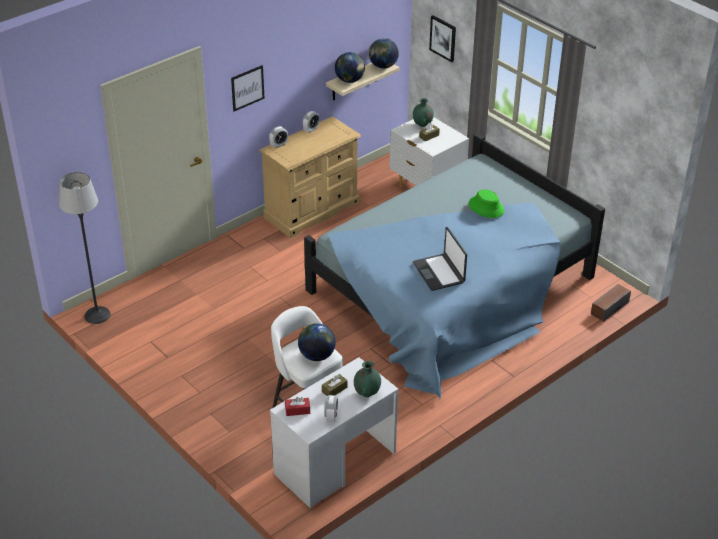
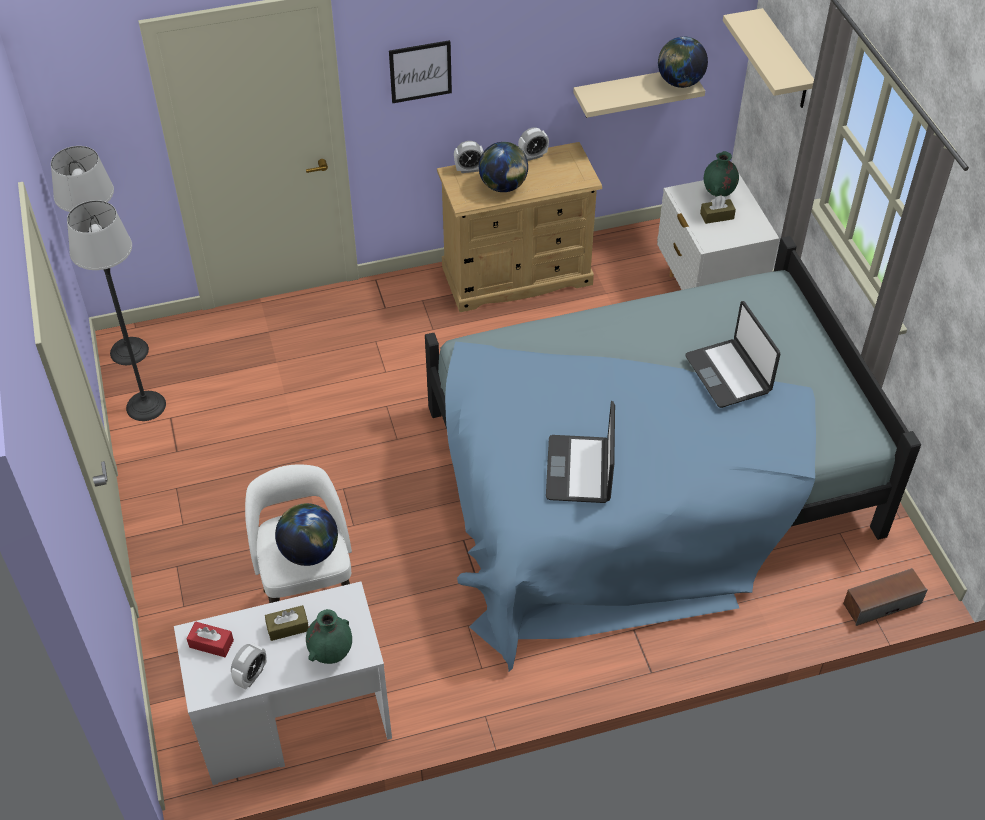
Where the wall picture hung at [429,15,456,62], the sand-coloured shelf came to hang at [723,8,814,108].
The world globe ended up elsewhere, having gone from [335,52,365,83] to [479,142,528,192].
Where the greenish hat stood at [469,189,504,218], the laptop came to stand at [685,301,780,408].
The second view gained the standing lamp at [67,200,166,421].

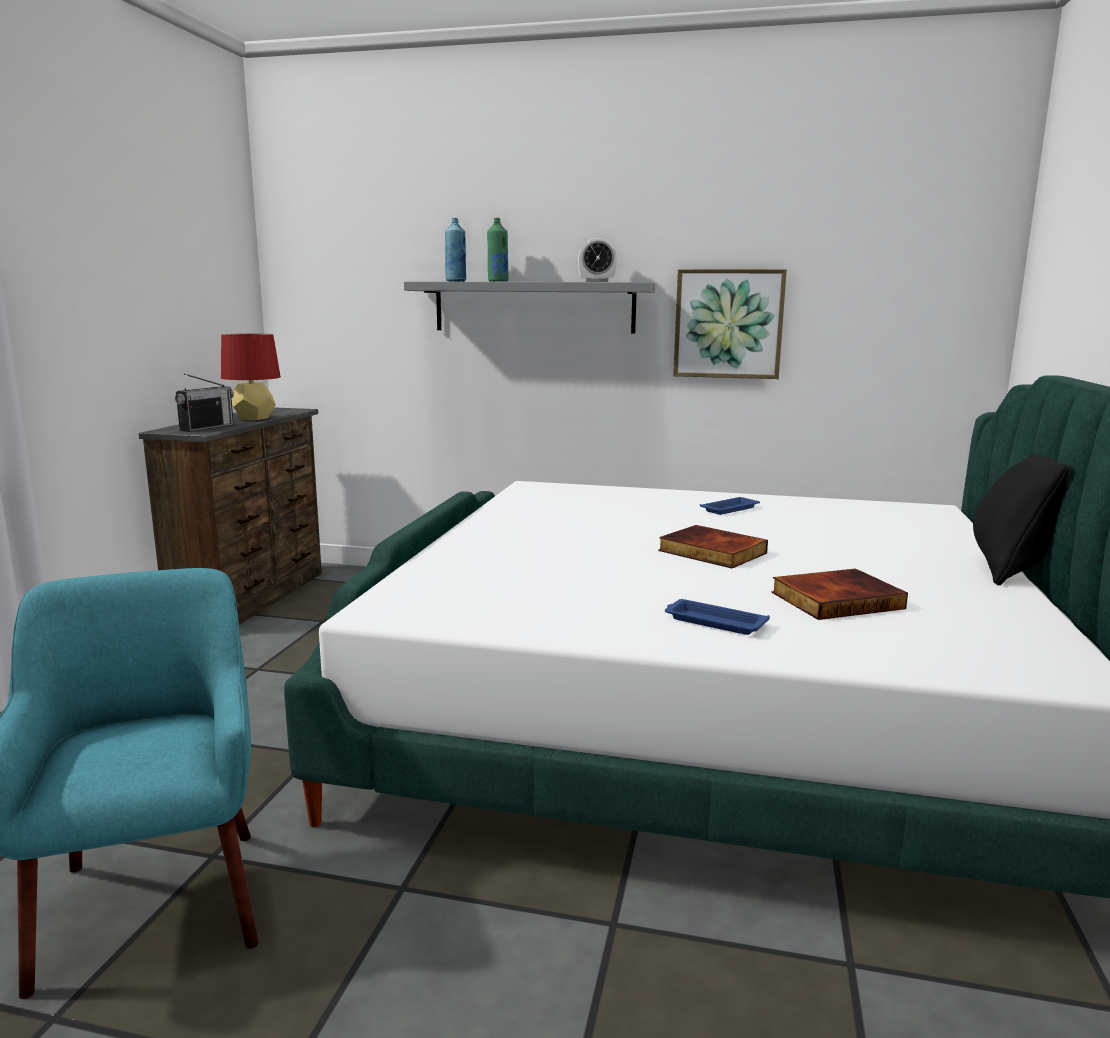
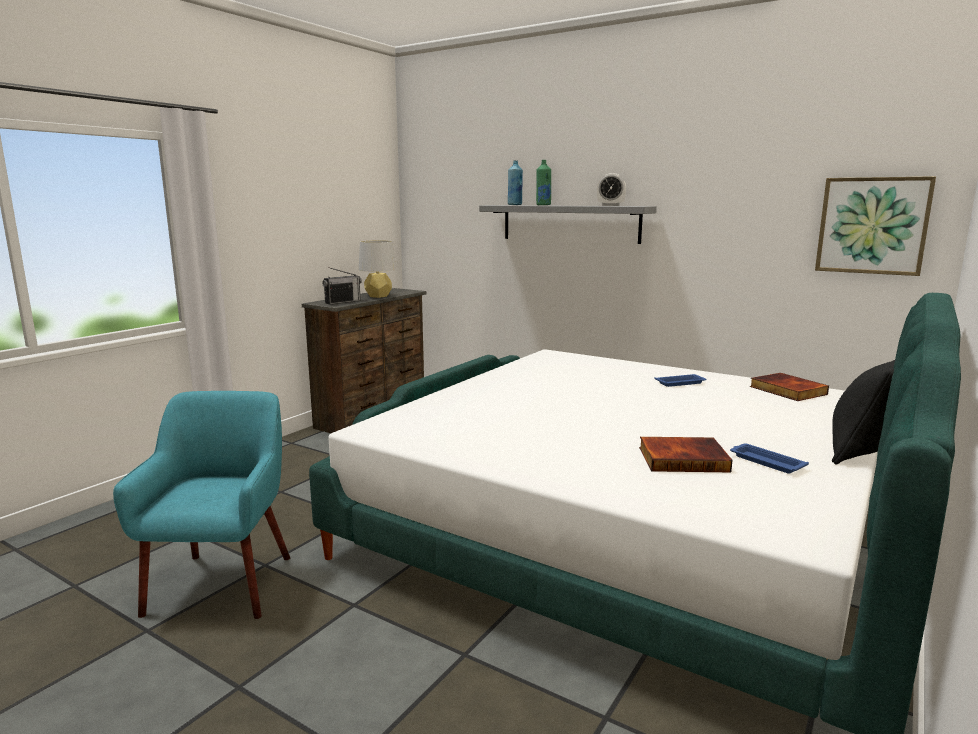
The wall picture ended up elsewhere, having gone from [673,269,787,379] to [815,176,936,276].
What was the reddish table lamp at [221,334,281,420] turned into the gray table lamp at [359,241,396,298].
The bound book ended up elsewhere, having gone from [658,525,768,568] to [750,373,829,401].
The blue tray ended up elsewhere, having gone from [665,599,770,635] to [730,443,809,473].

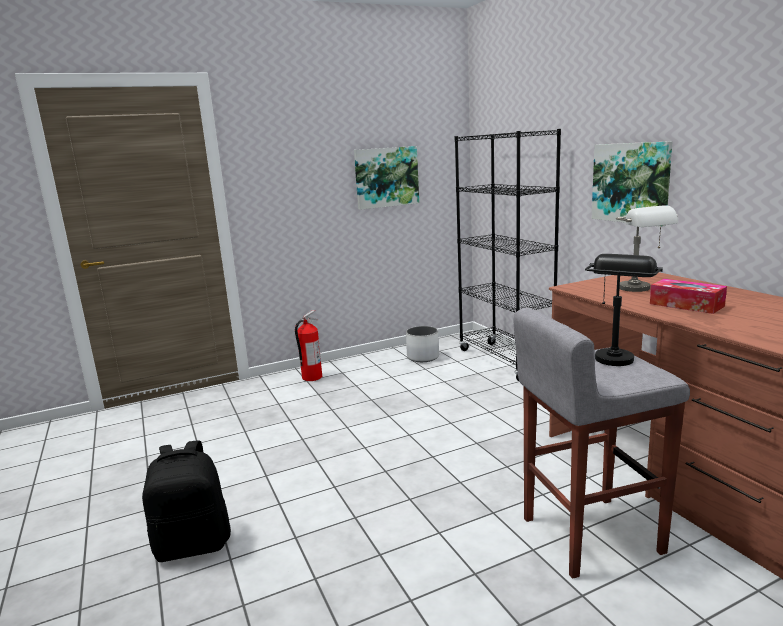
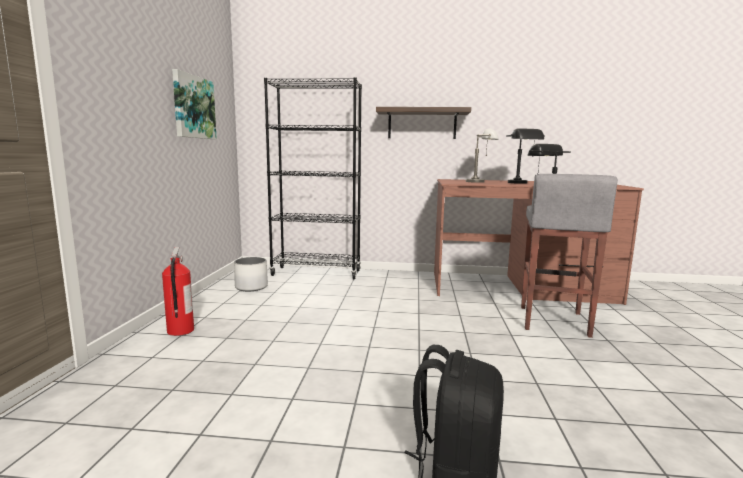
Where the wall picture hung at [592,141,673,227], the shelf came to hang at [376,107,471,139].
Where the tissue box stood at [650,279,727,314], the black-coloured table lamp came to stand at [506,128,545,184].

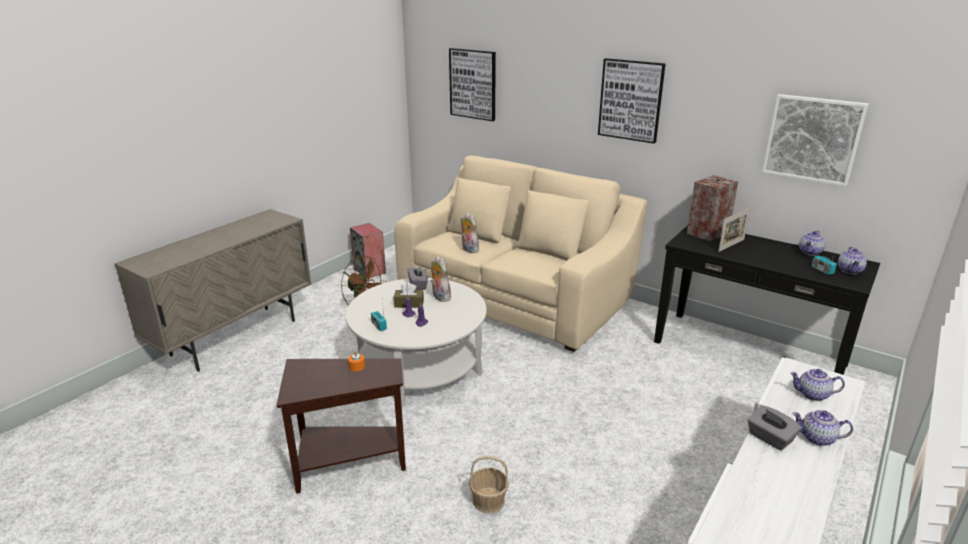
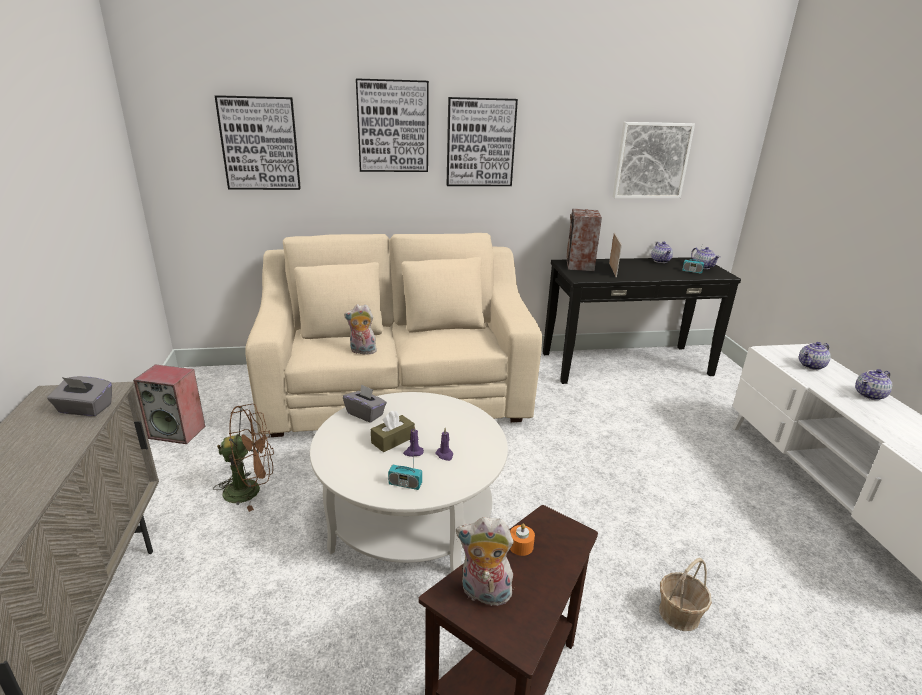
The cuddly toy ended up elsewhere, having gone from [431,256,451,302] to [456,517,514,606].
The gray tissue box ended up elsewhere, having gone from [747,405,801,450] to [47,376,112,416].
The second view gained the wall picture at [356,78,429,172].

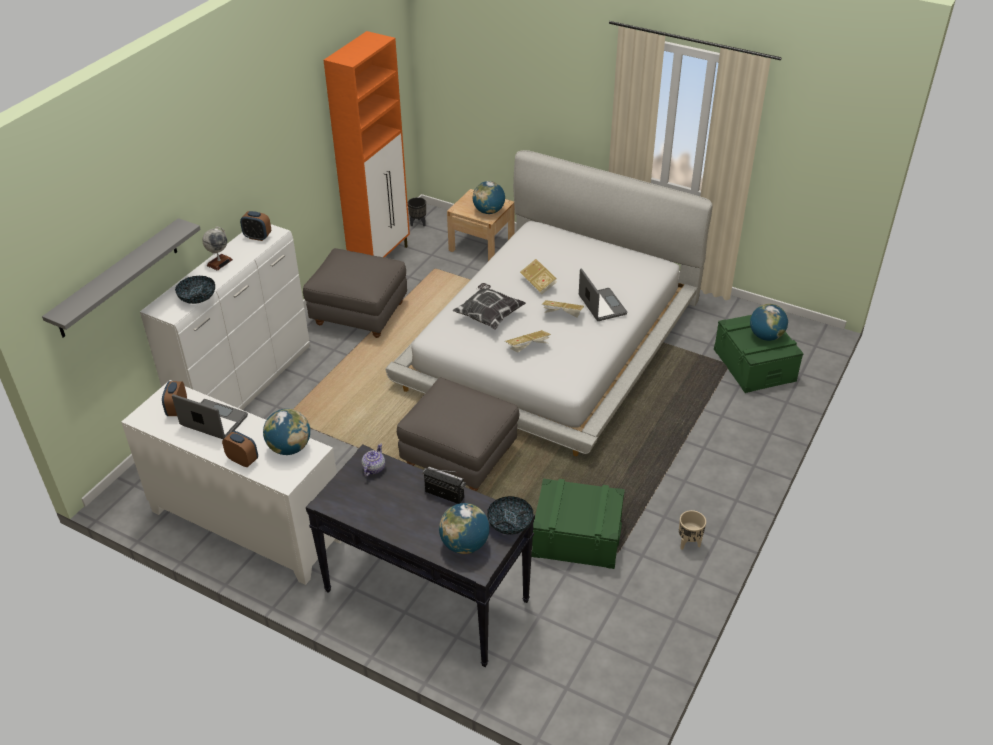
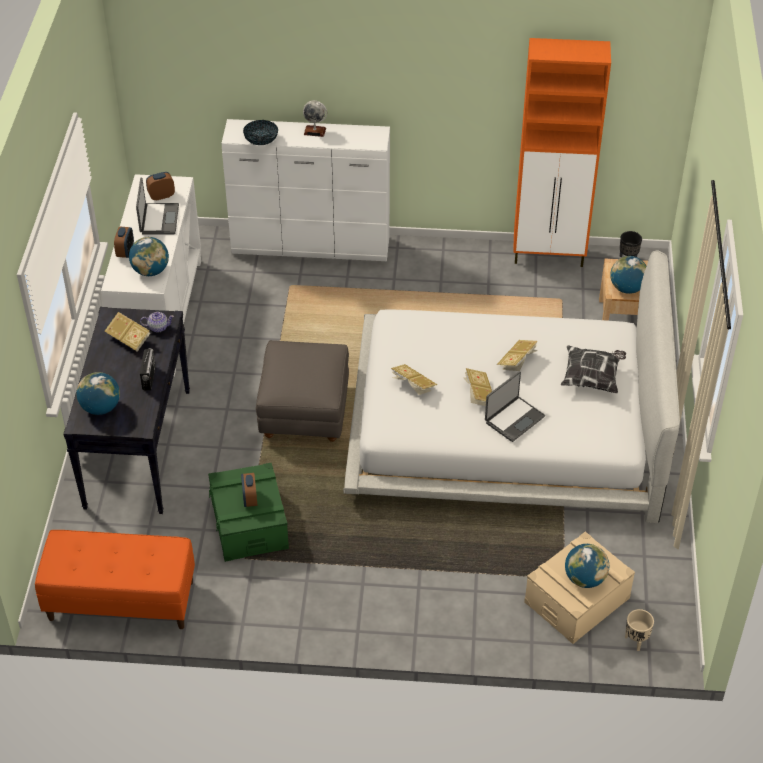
The table clock ended up elsewhere, having gone from [240,211,271,241] to [241,473,258,507].
The second view lost the gray shelf at [42,218,201,338].
The second view lost the gray ottoman at [303,248,407,338].
The cushion ended up elsewhere, having gone from [453,283,526,330] to [561,346,626,394].
What was the greenish storage container at [714,315,804,393] turned into the sand-coloured storage container at [524,532,635,644].
The second view lost the bowl at [487,496,533,535].
The sand-coloured flower pot ended up elsewhere, having gone from [679,510,706,550] to [625,609,654,651].
The second view gained the bound book at [105,312,150,352].
The second view gained the orange indoor bench at [35,530,195,629].

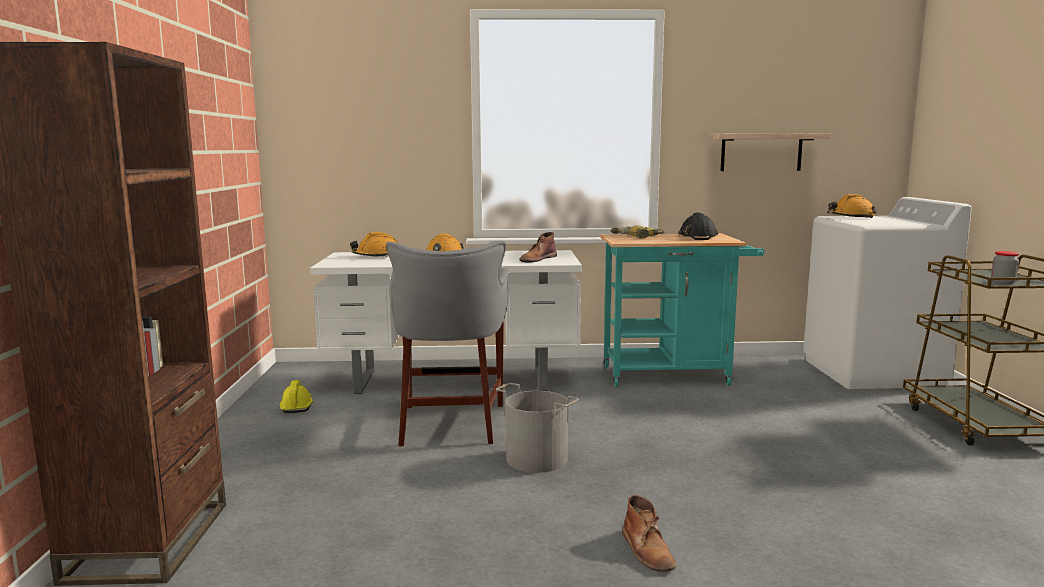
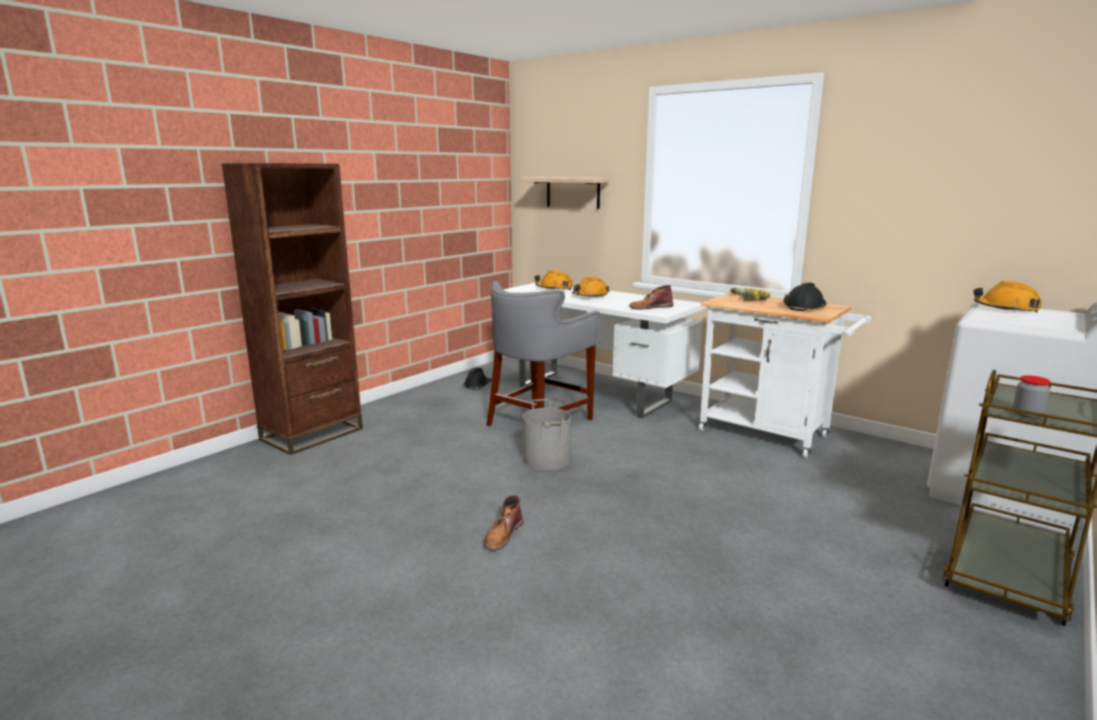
The shelf ended up elsewhere, having gone from [709,133,832,171] to [522,177,610,209].
What was the turquoise cart at [600,233,764,387] turned into the white-coloured cart at [699,292,871,457].
What was the yellow-coloured safety helmet at [280,380,313,413] turned into the black-coloured safety helmet at [463,367,492,390].

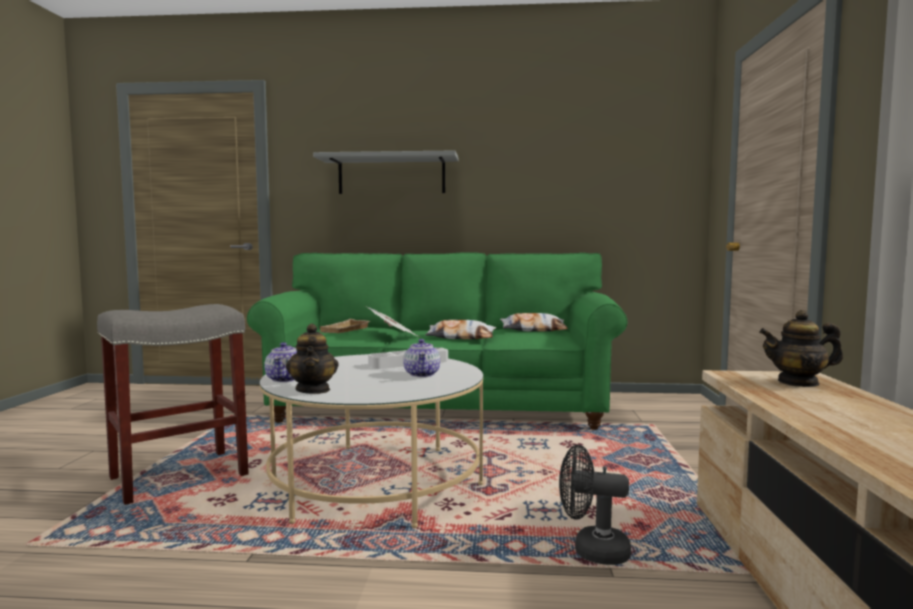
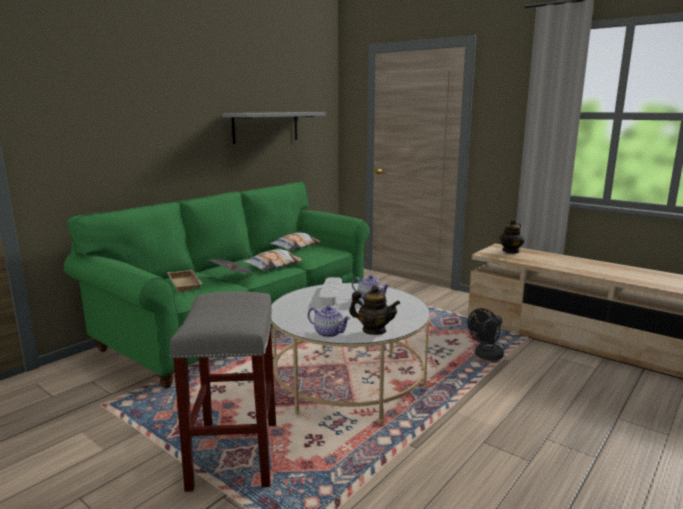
The gray shelf ended up elsewhere, having gone from [313,150,458,194] to [222,112,326,144].

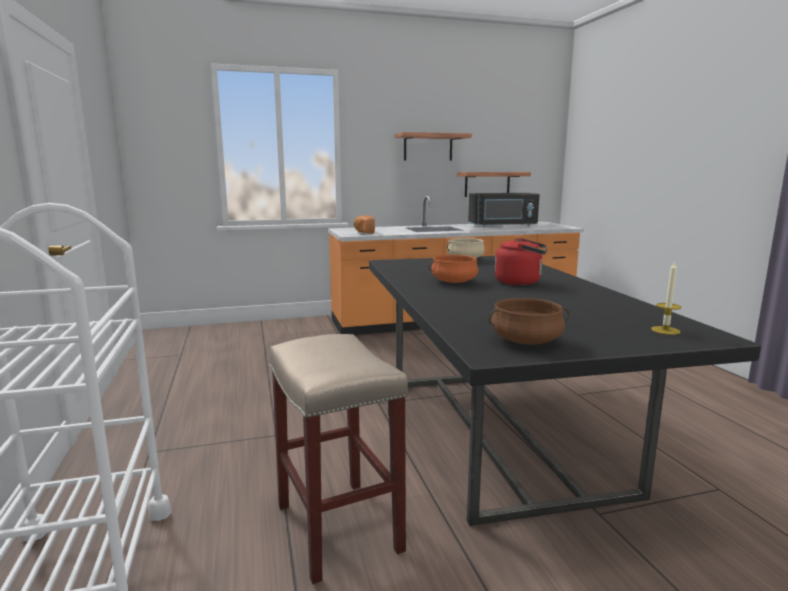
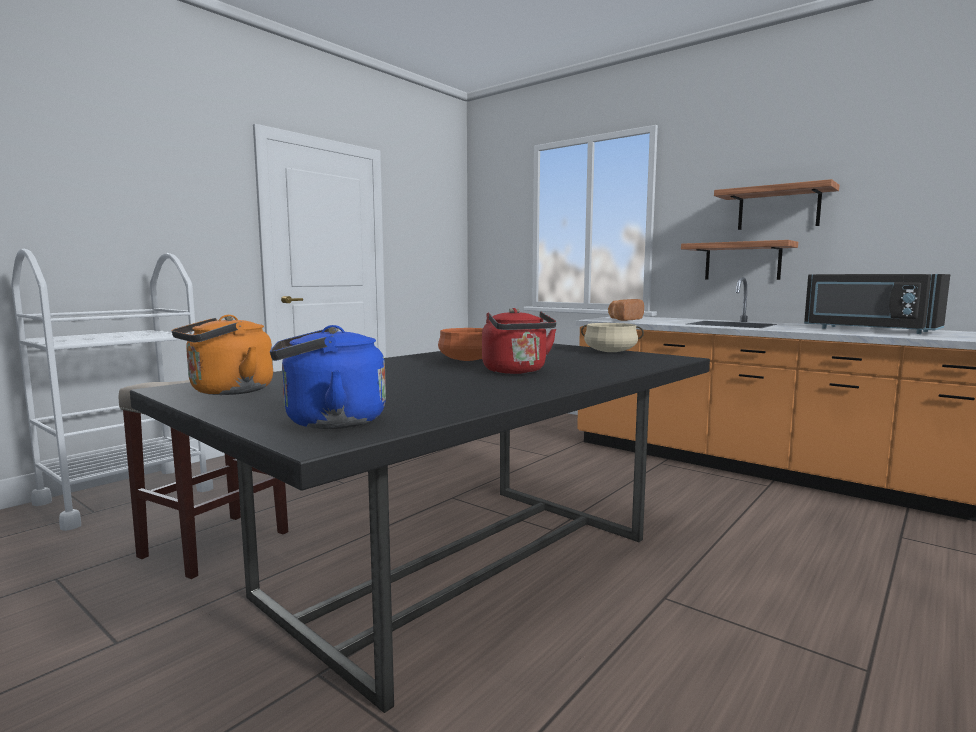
The shelf ended up elsewhere, having gone from [457,172,531,197] to [681,240,798,280].
Where the wax light stood at [651,261,681,335], the blue water kettle came to stand at [270,325,386,429].
Where the brown-coloured cooking pot stood at [488,298,570,345], the orange water kettle came to stand at [171,315,273,395].

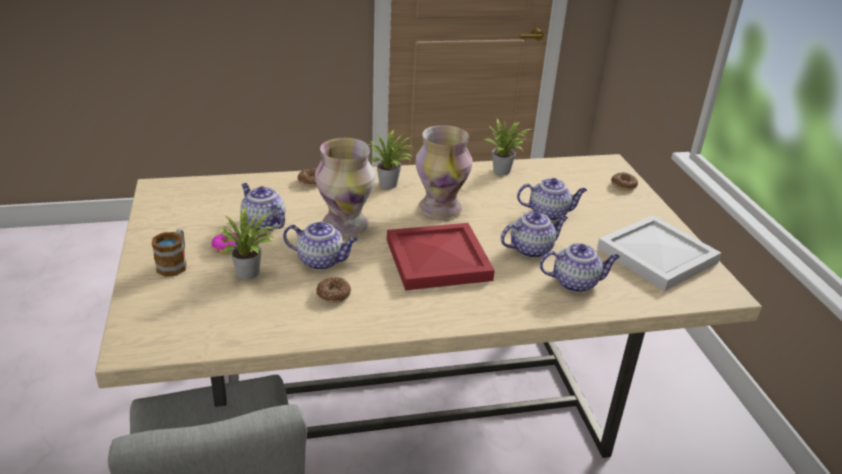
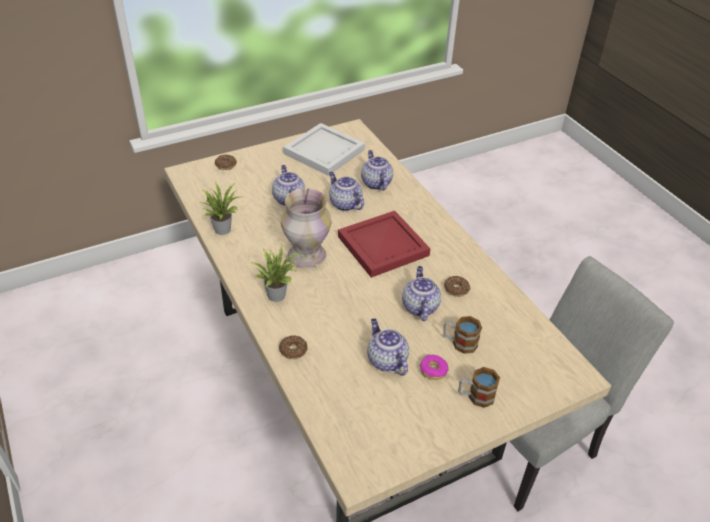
The second view lost the decorative vase at [315,138,375,236].
The tea pot at [241,183,285,232] ended up facing another way, 120 degrees clockwise from before.
Where the houseplant stood at [216,207,274,279], the mug came to stand at [443,316,482,354].

